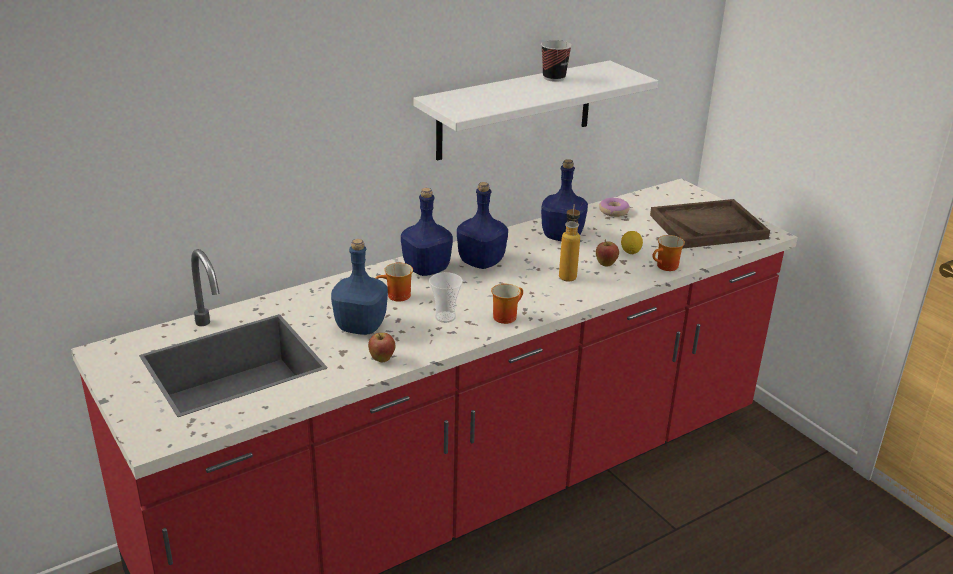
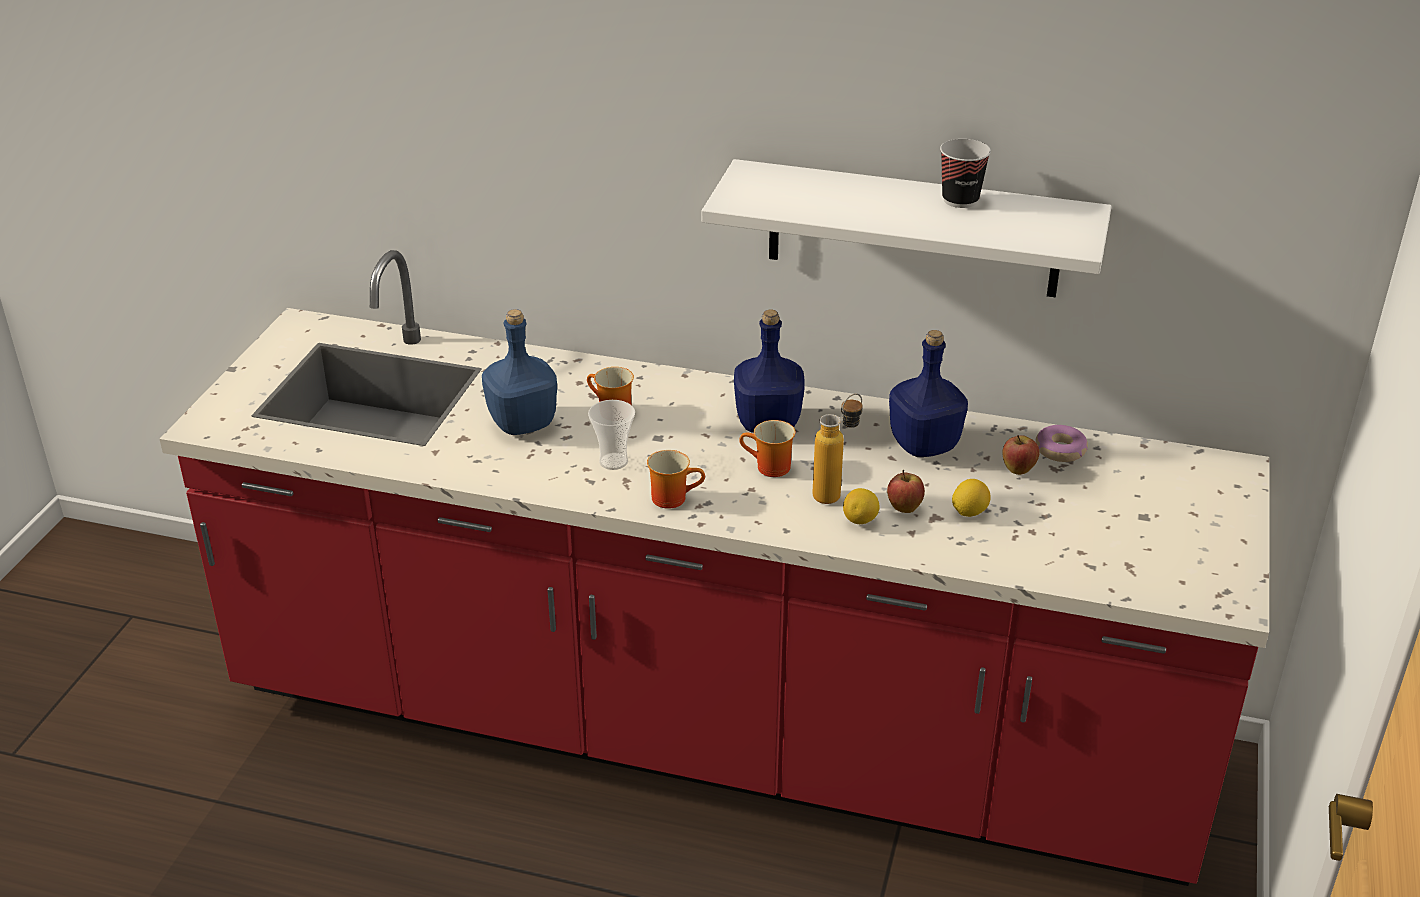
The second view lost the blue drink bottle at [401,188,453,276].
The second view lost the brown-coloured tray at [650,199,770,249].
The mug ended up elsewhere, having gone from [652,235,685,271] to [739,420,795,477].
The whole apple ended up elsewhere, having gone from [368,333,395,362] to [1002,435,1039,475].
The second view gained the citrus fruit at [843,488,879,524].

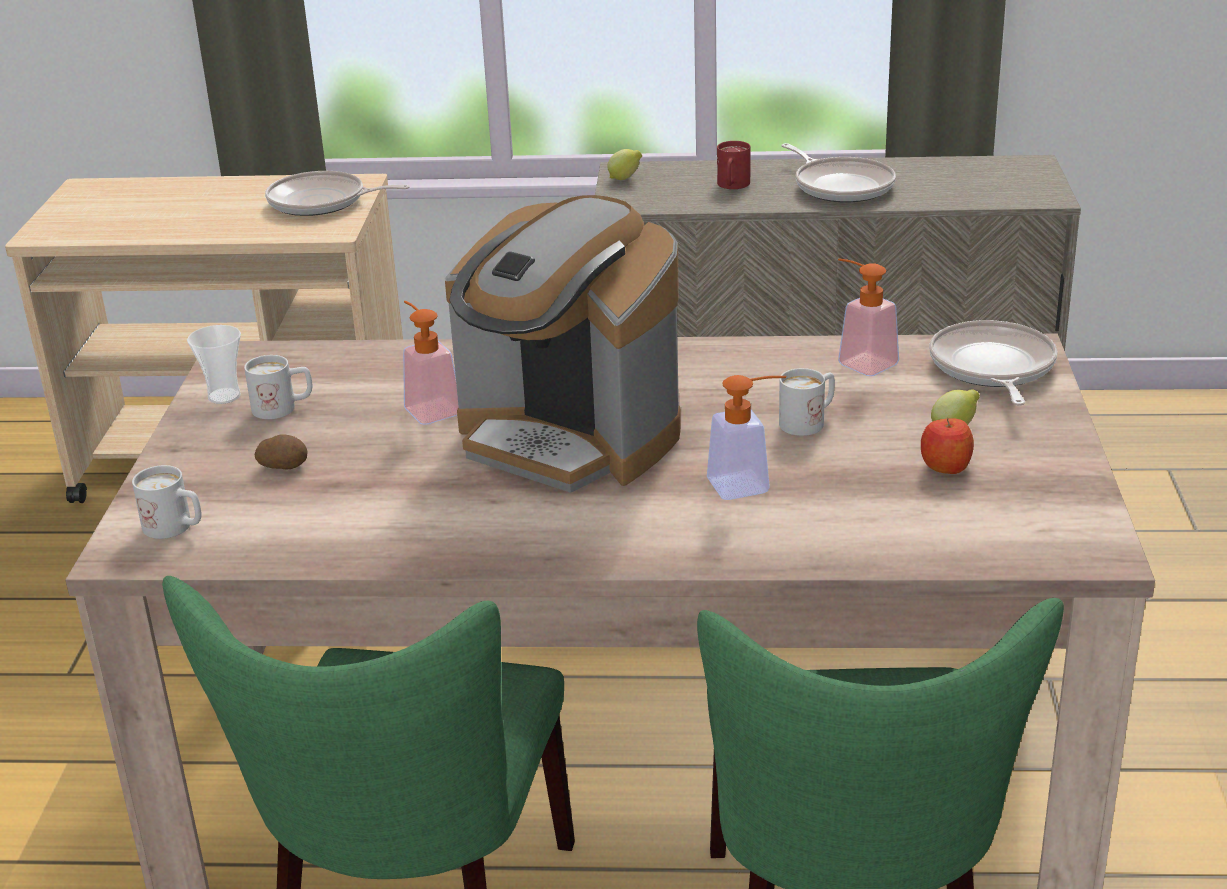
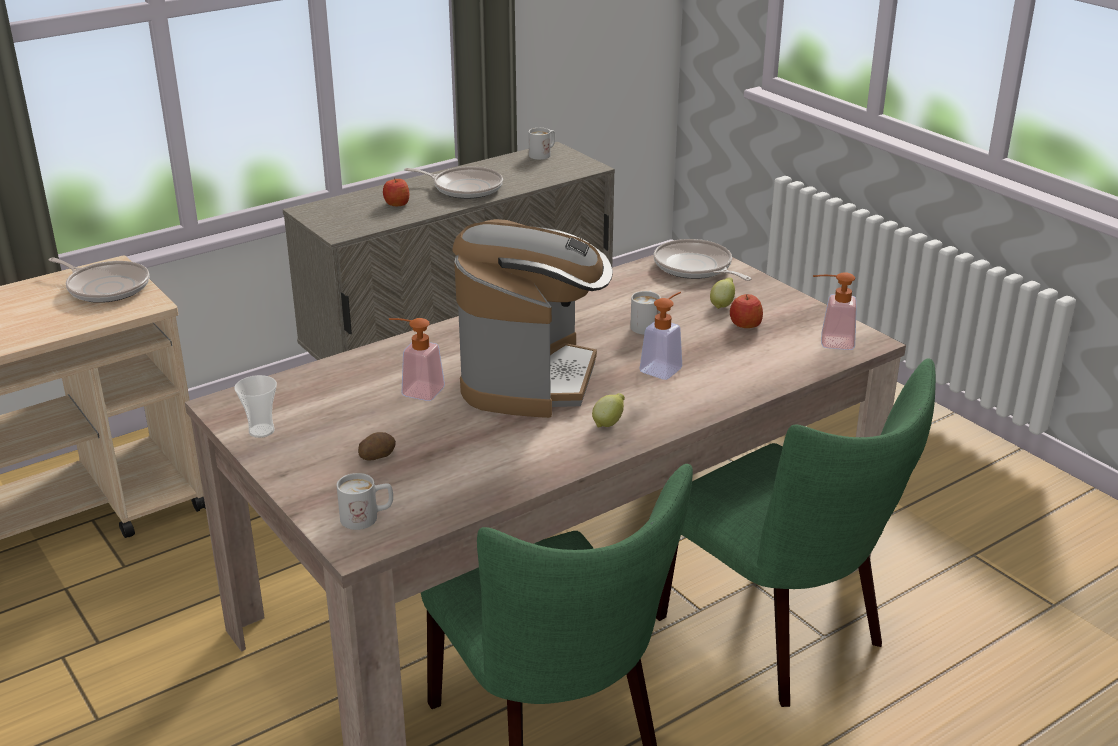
Where the reddish mug stood at [717,141,750,189], the whole apple came to stand at [383,178,409,206].
The citrus fruit ended up elsewhere, having gone from [607,149,642,180] to [592,393,625,427].
The skillet at [265,171,410,216] ended up facing another way, 120 degrees counterclockwise from before.
The coffee maker at [445,195,681,493] ended up facing another way, 75 degrees counterclockwise from before.
The soap bottle ended up elsewhere, having gone from [838,258,899,376] to [813,272,857,350].
The white-coloured mug ended up elsewhere, having gone from [244,355,312,419] to [528,128,555,160].

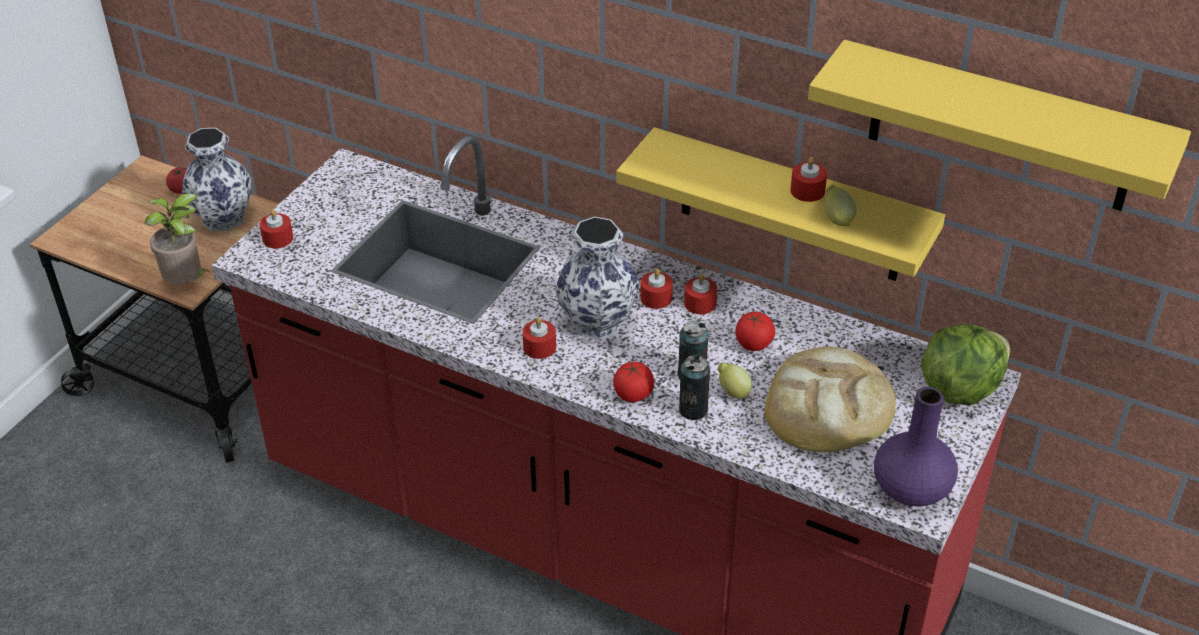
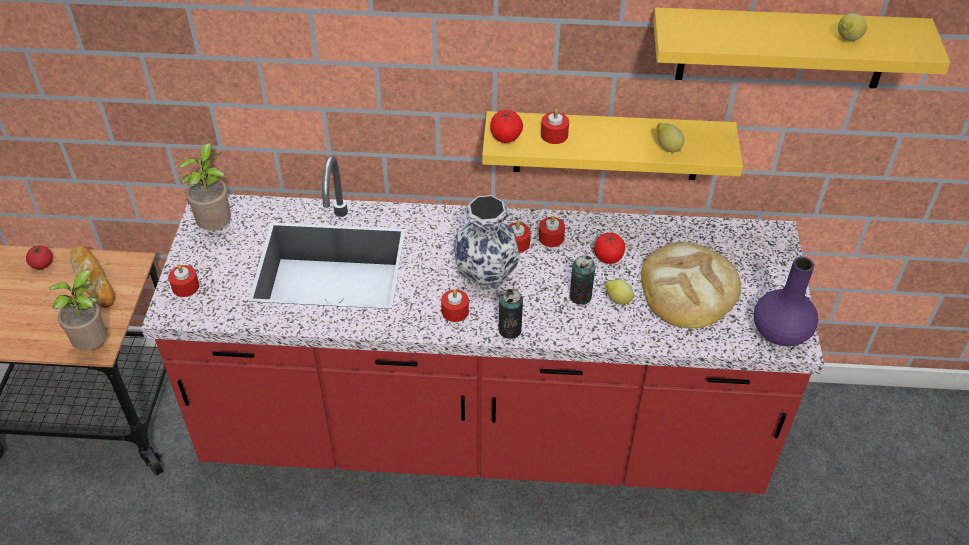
Where the decorative vase stood at [182,128,251,231], the baked bread came to stand at [70,246,115,308].
The reddish wax light ended up elsewhere, having gone from [790,157,827,202] to [541,109,569,144].
The second view lost the lettuce at [921,324,1010,405].
The metal can ended up elsewhere, having gone from [679,355,710,420] to [499,289,523,339].
The whole tomato ended up elsewhere, having gone from [613,362,654,402] to [490,110,523,143].
The second view gained the citrus fruit at [838,13,867,41].
The second view gained the houseplant at [178,143,231,230].

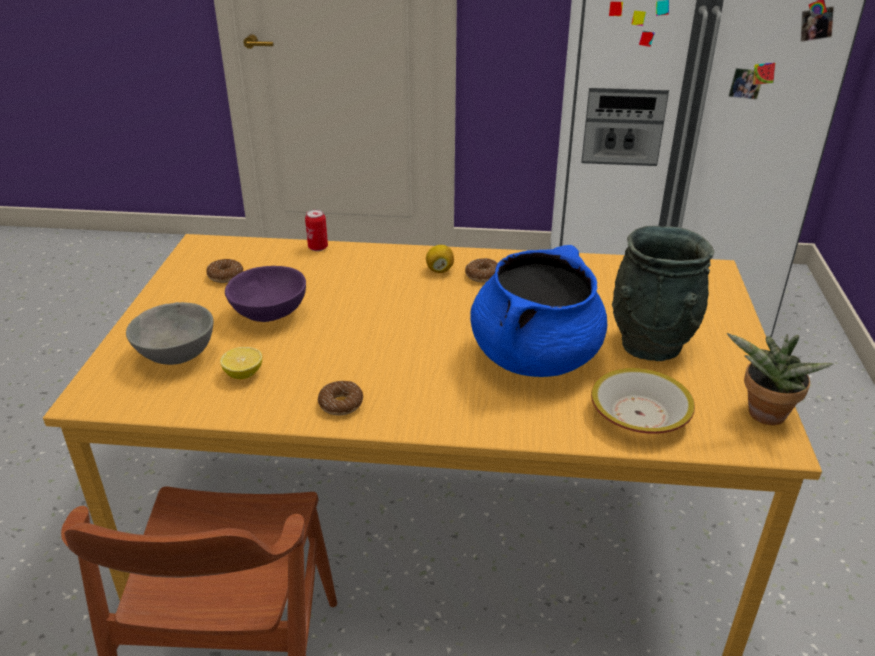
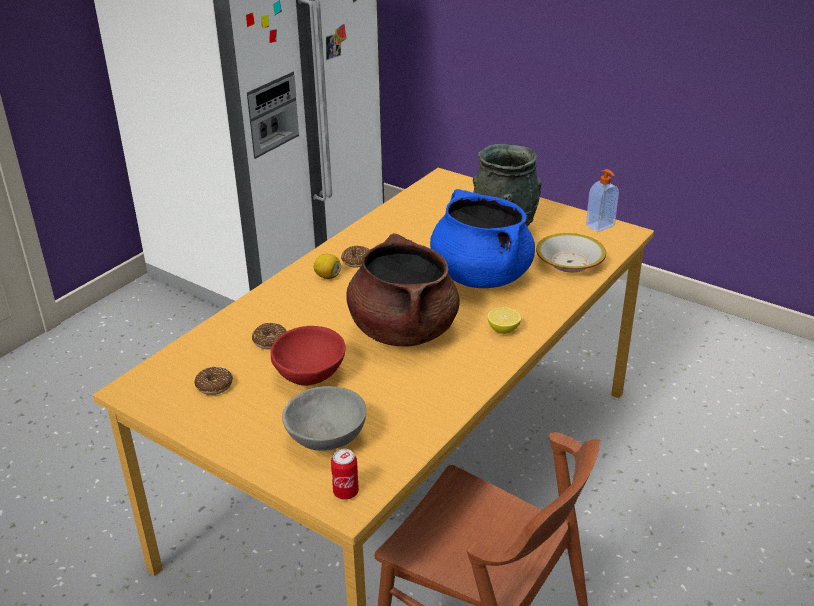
The metal can ended up elsewhere, having gone from [305,209,328,251] to [331,449,359,500].
What was the purplish bowl at [225,266,306,322] turned into the reddish bowl at [271,326,346,386].
Where the houseplant stood at [727,333,833,425], the soap bottle came to stand at [586,169,619,232].
The citrus fruit ended up elsewhere, having gone from [220,347,262,379] to [487,307,521,334].
The doughnut ended up elsewhere, having gone from [318,381,363,416] to [252,323,287,349].
The second view gained the brown-coloured cooking pot at [347,233,460,347].

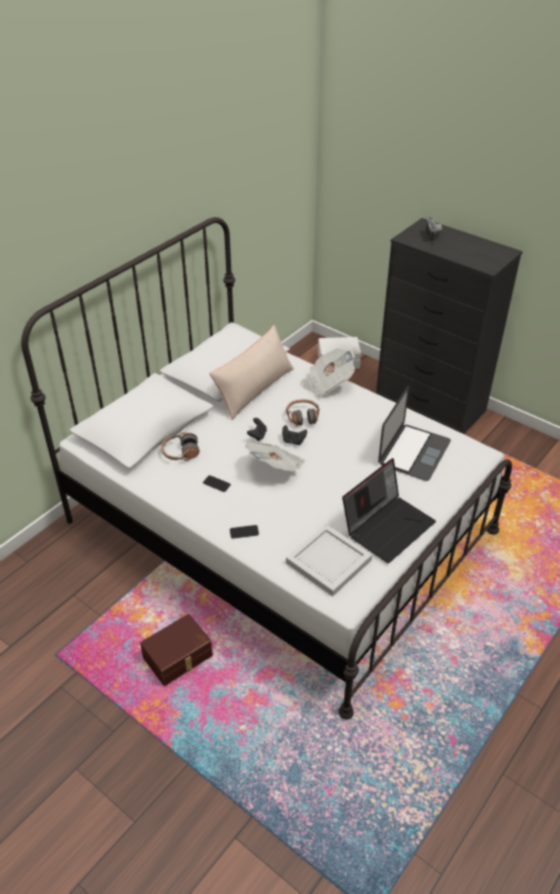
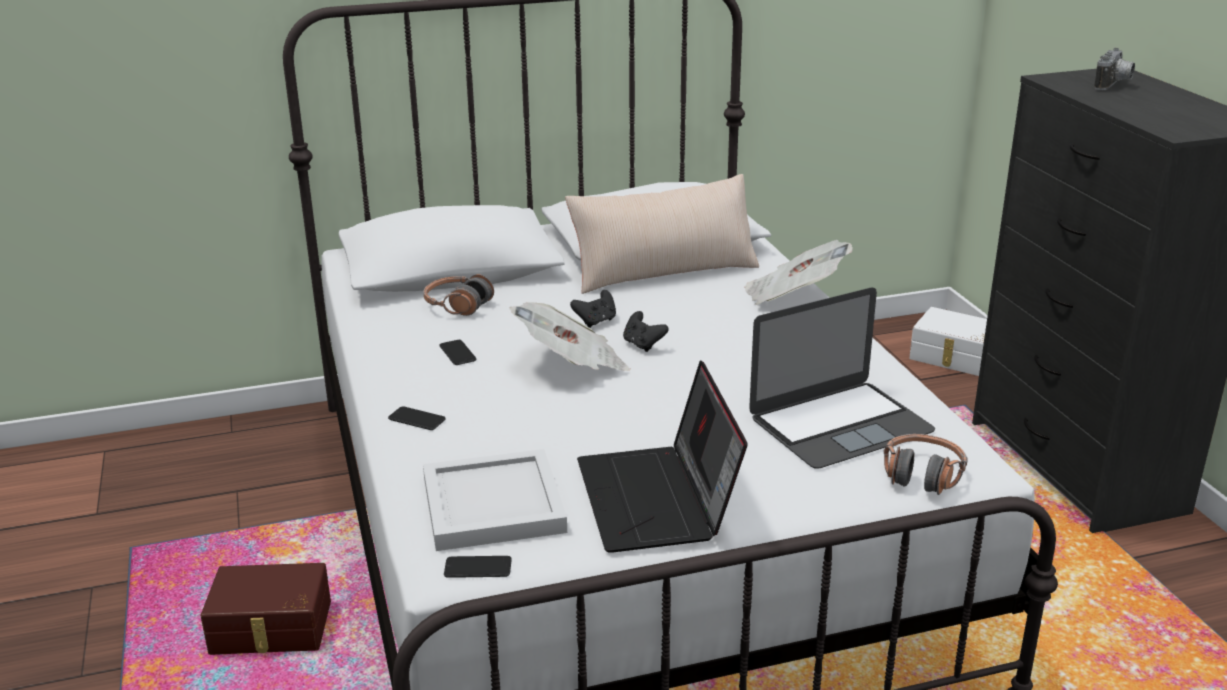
The pair of headphones ended up elsewhere, having gone from [286,399,319,426] to [884,434,968,495].
The laptop at [342,458,436,563] ended up facing another way, 90 degrees clockwise from before.
The second view gained the handset at [444,556,512,578].

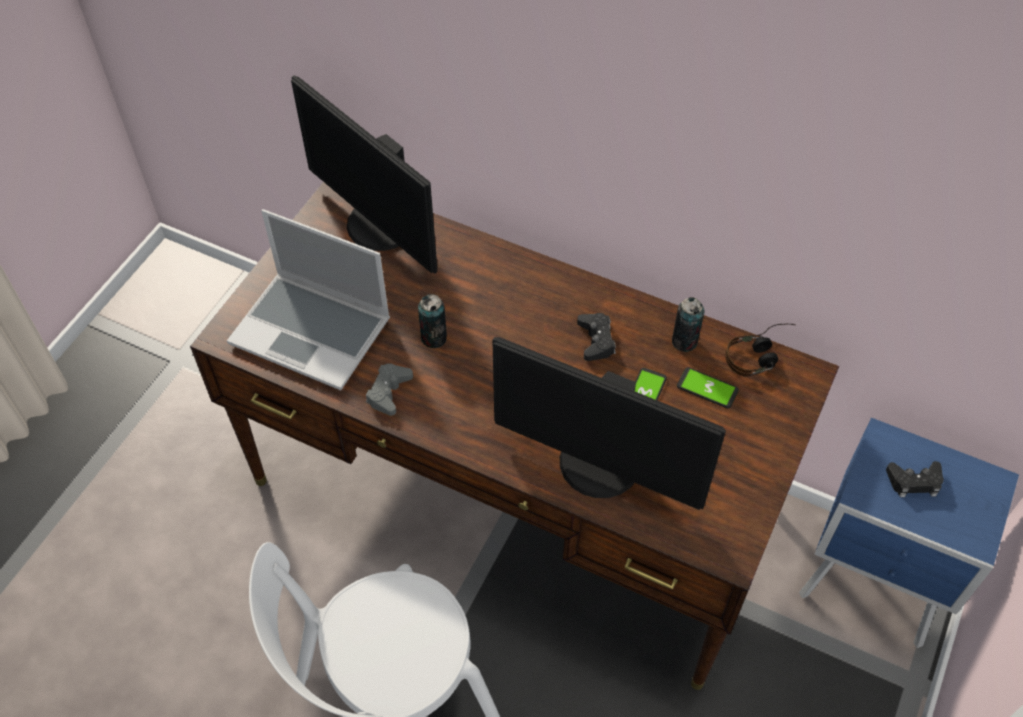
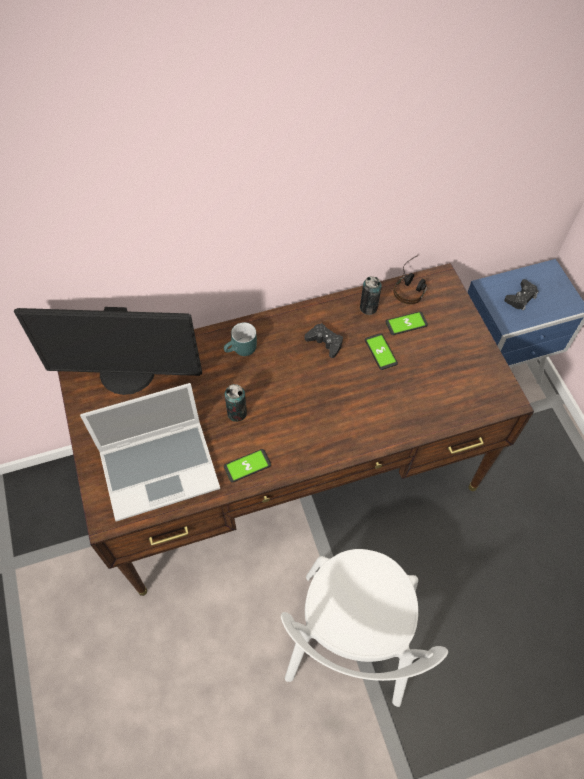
The second view lost the computer screen at [492,337,726,510].
Where the gray gamepad stood at [366,363,413,416], the handset came to stand at [224,449,271,483].
The second view gained the turquoise mug at [224,322,257,356].

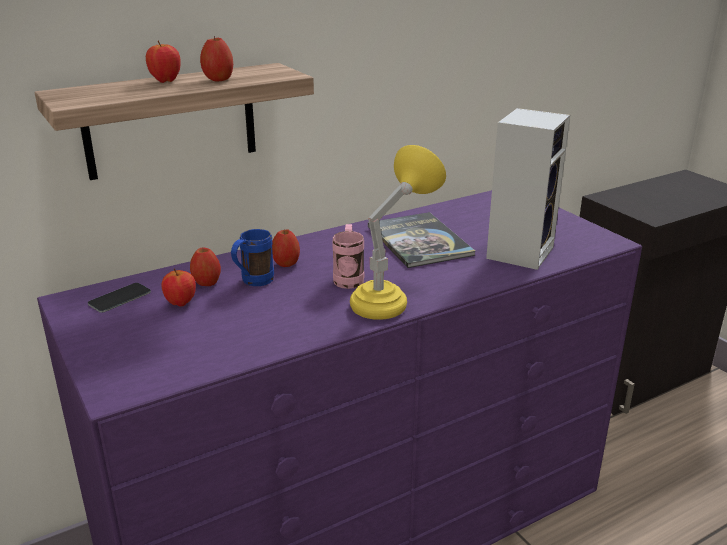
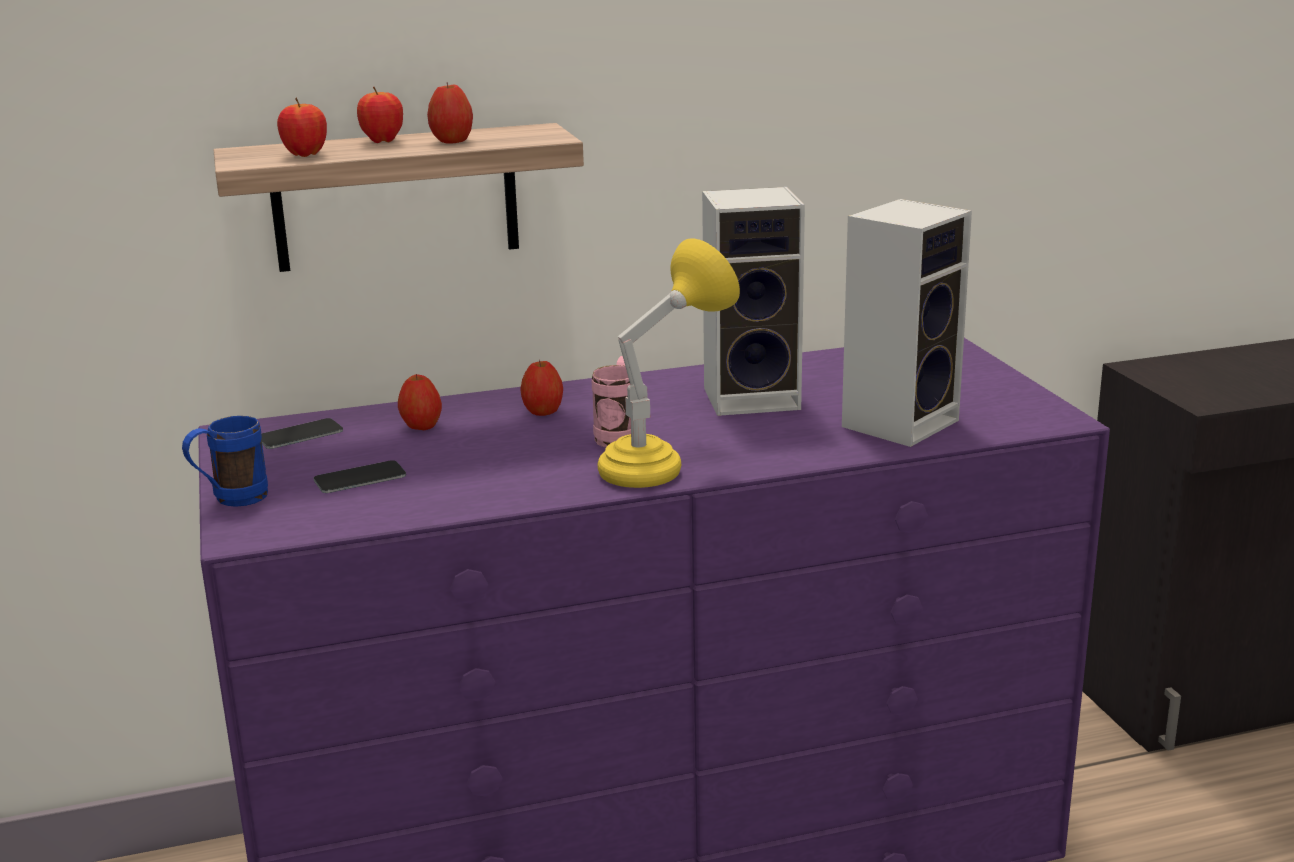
Where the bound book stood at [368,212,475,268], the loudspeaker came to stand at [702,187,805,416].
The blue mug ended up elsewhere, having gone from [231,229,274,286] to [182,416,268,507].
The whole apple ended up elsewhere, having gone from [162,269,196,307] to [277,98,327,157].
The second view gained the handset at [314,460,406,493].

